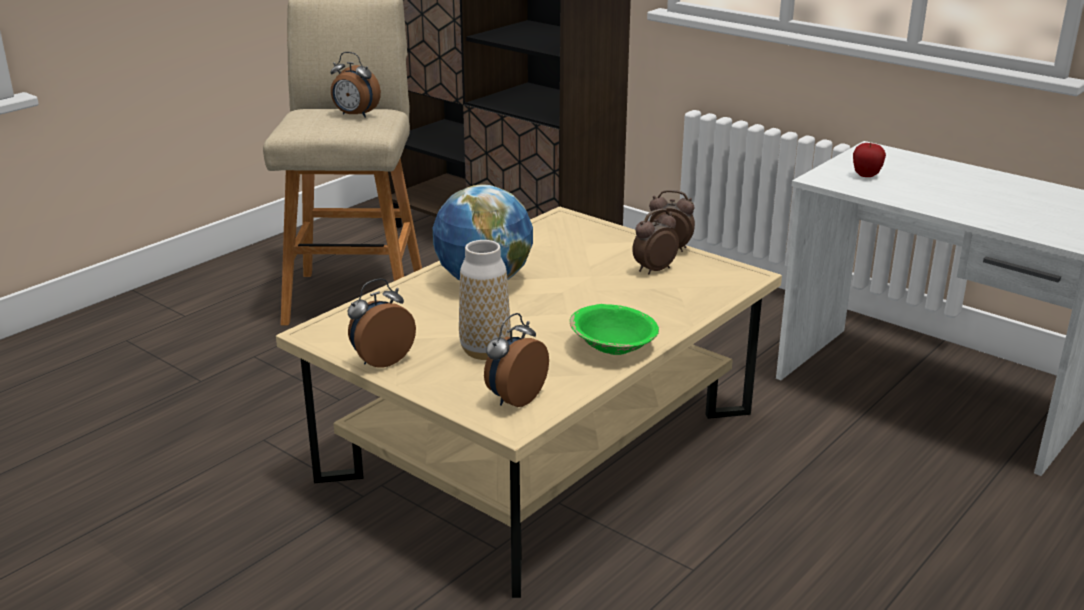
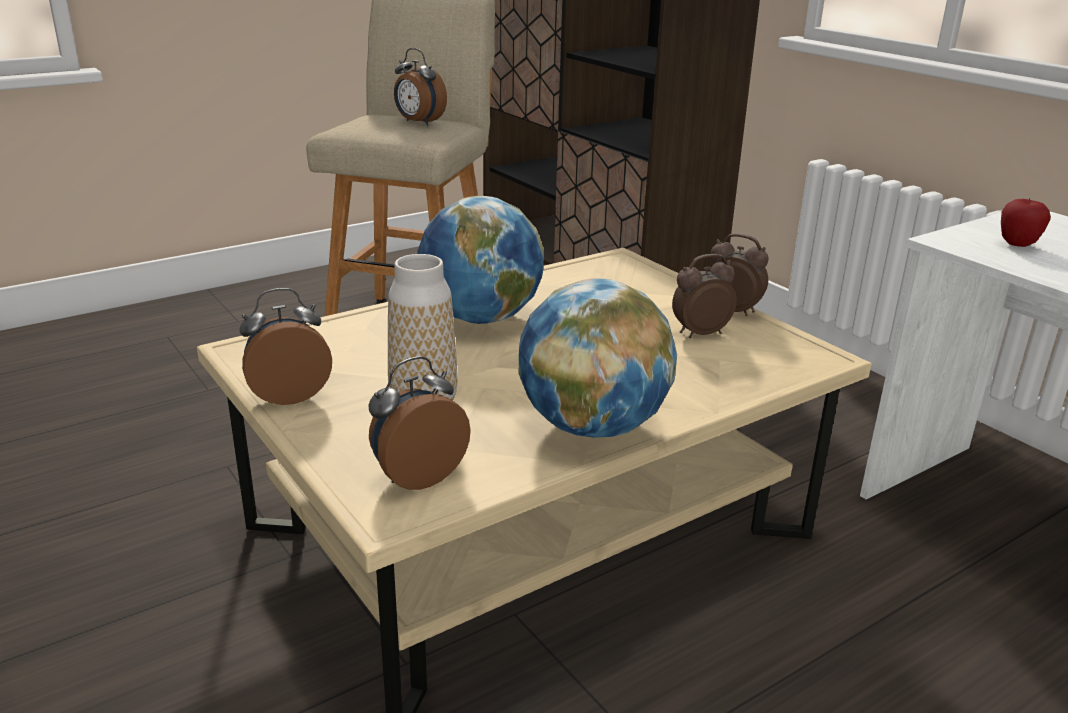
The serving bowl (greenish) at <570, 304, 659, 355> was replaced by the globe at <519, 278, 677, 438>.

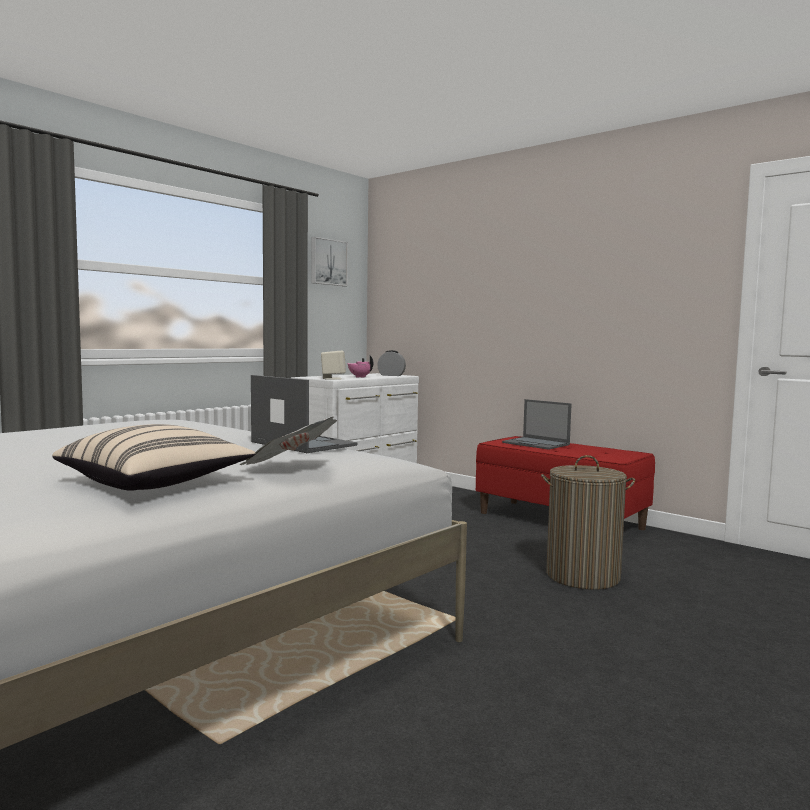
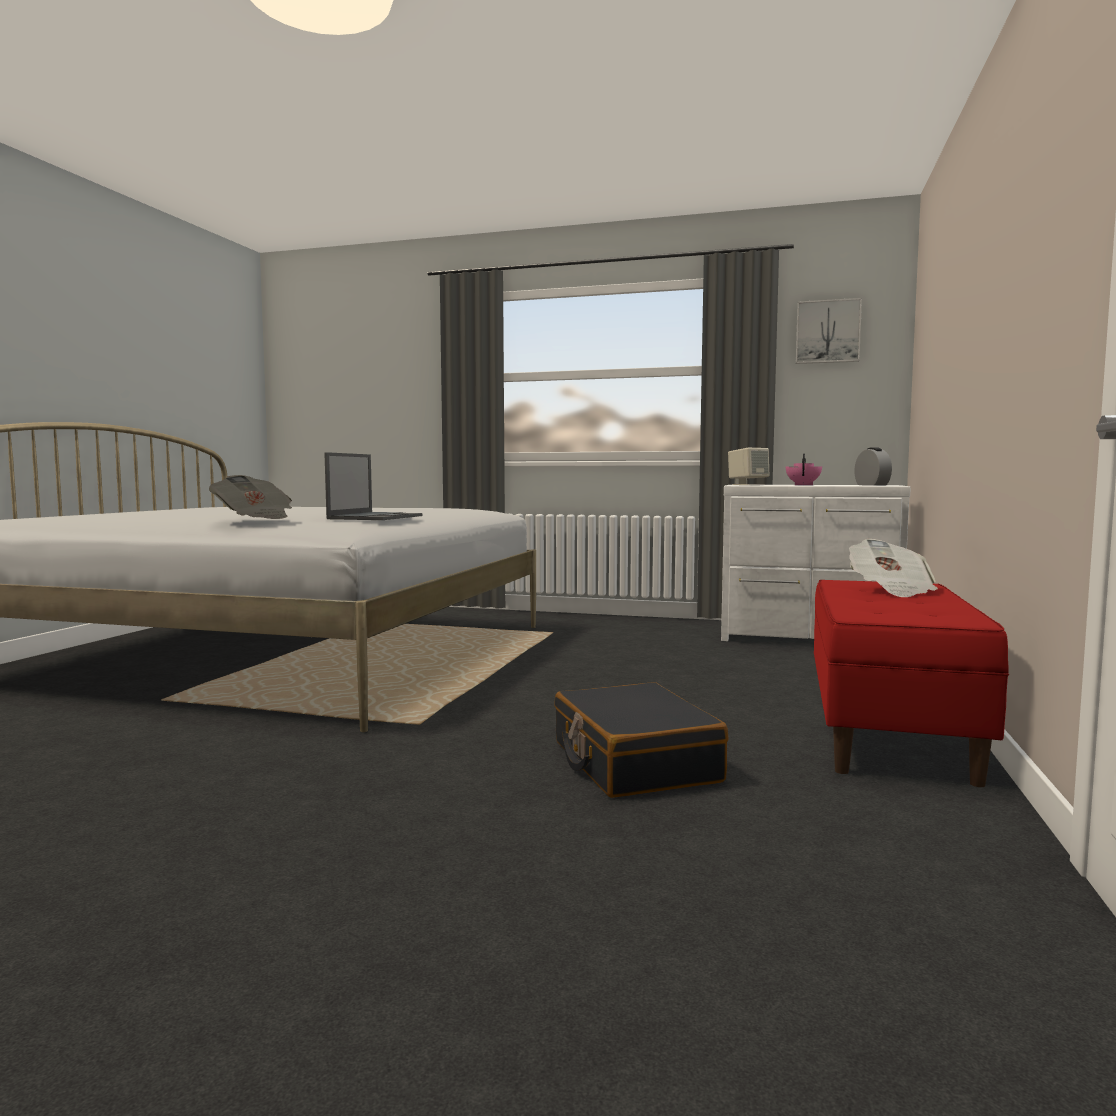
The cushion (beige) at <52, 424, 256, 491> disappeared.
The notebook computer at <502, 399, 572, 450> was replaced by the newspaper at <849, 539, 938, 597>.
The washing basket at <541, 455, 635, 589> was replaced by the piece of luggage (black) at <554, 682, 729, 798>.

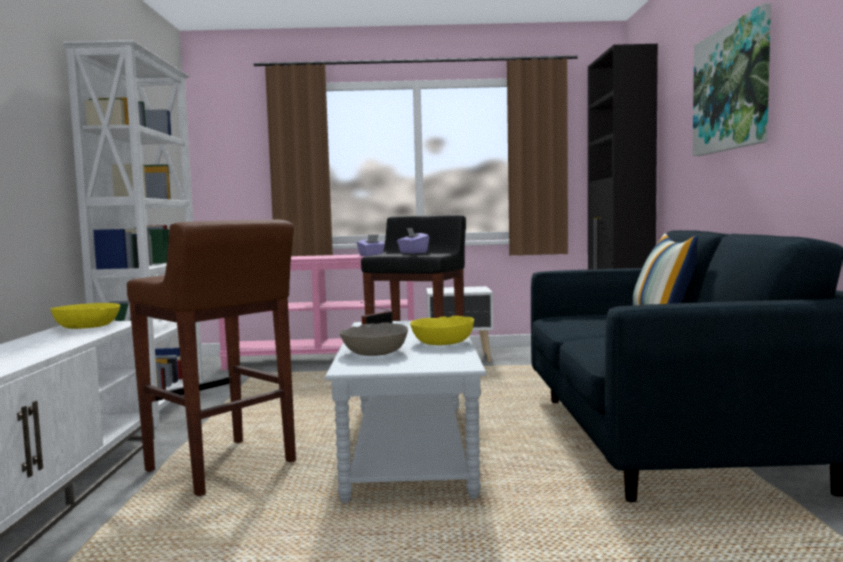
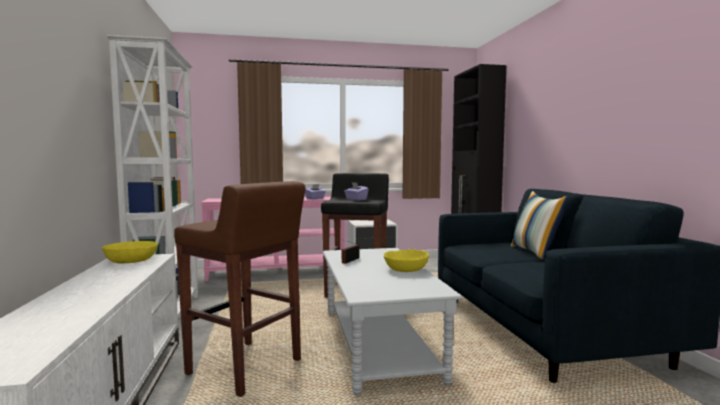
The serving bowl (grey) at <339, 323, 408, 356> disappeared.
The picture at <693, 3, 771, 156> disappeared.

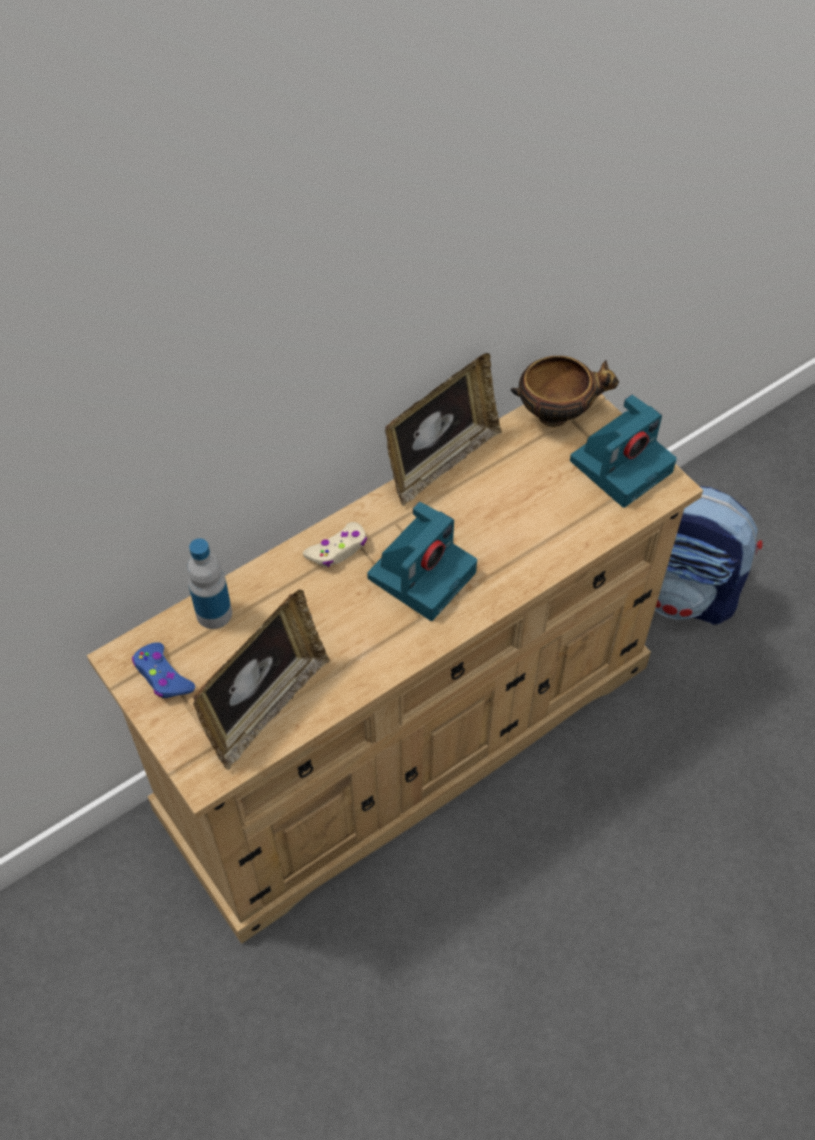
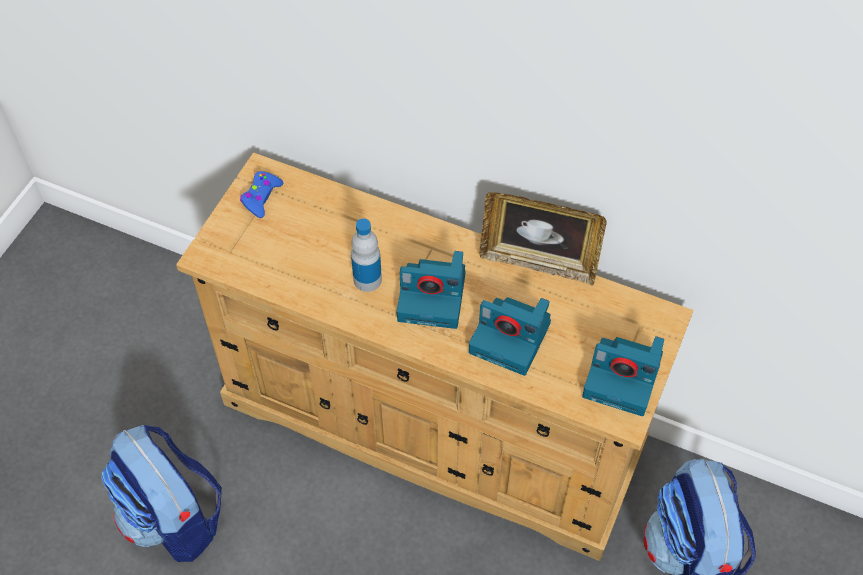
The standing frame at <193, 590, 330, 770> disappeared.
The joypad (beige) at <303, 522, 367, 567> disappeared.
The serving bowl at <511, 356, 619, 427> disappeared.
The backpack at <101, 425, 222, 562> appeared.
The still camera at <469, 297, 551, 376> appeared.
The bottle moved from <187, 538, 232, 629> to <351, 218, 382, 292>.

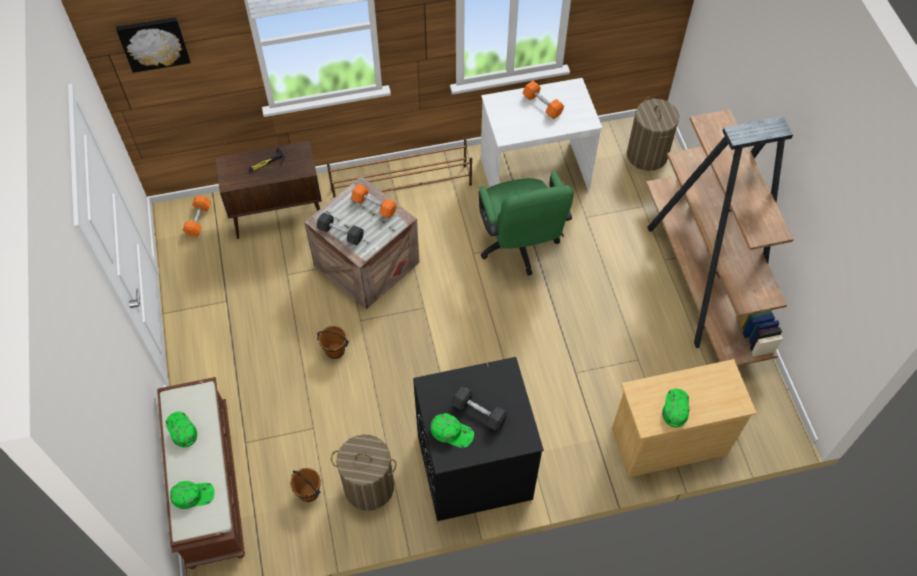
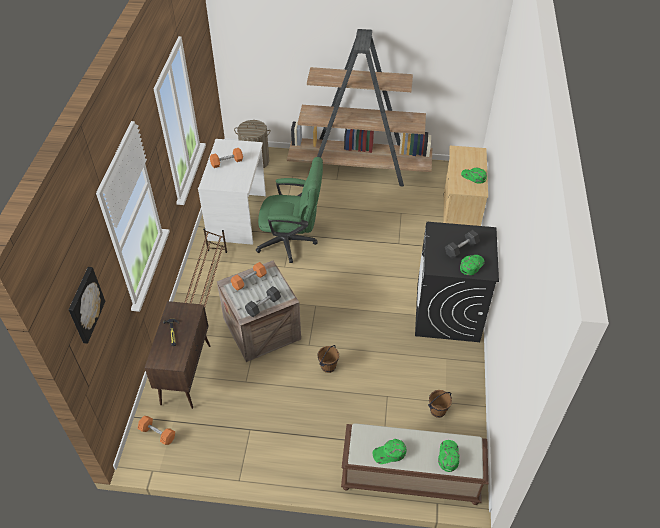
The washing basket at <331, 435, 397, 511> disappeared.

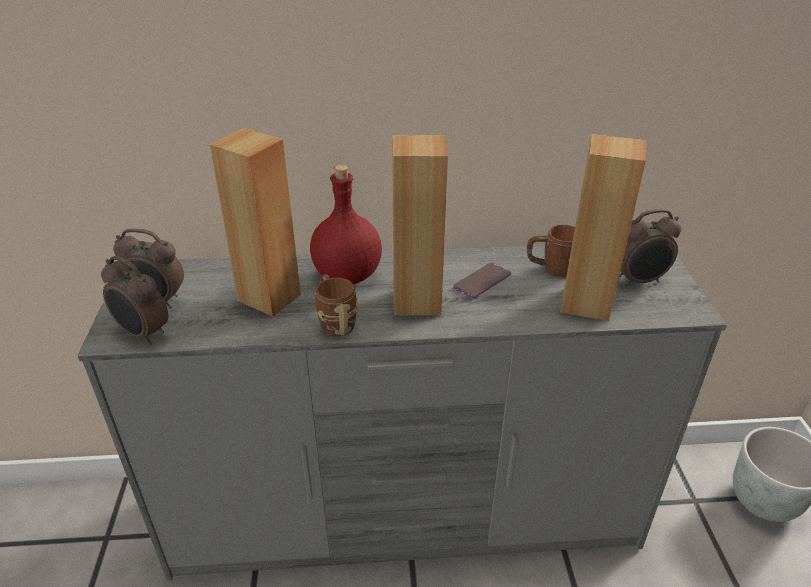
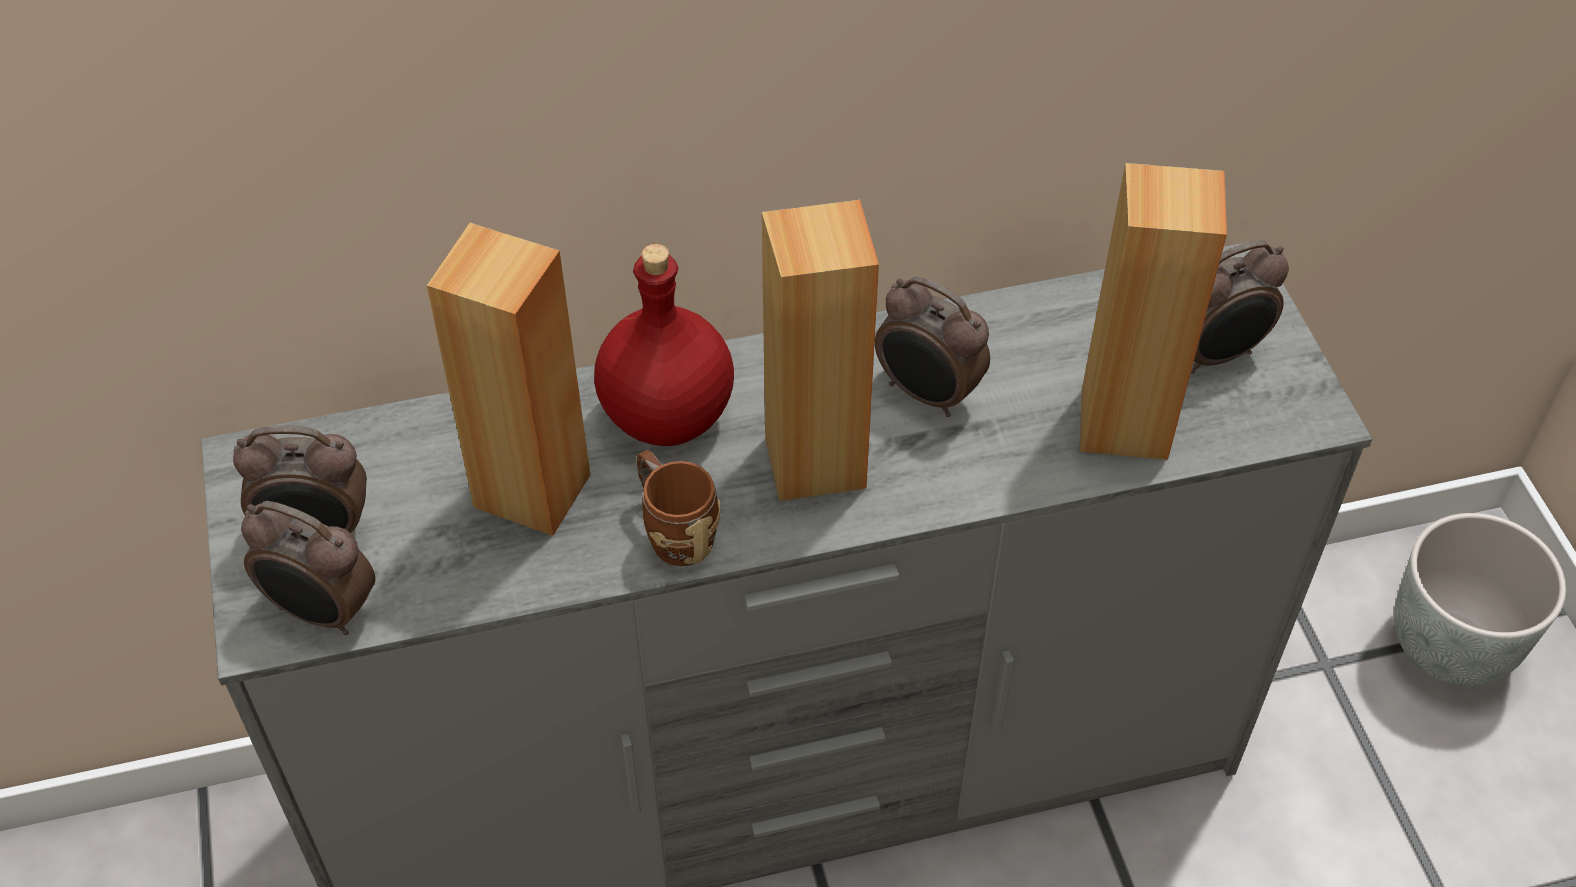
The coffee mug (brown) at <527, 225, 575, 277> disappeared.
The handset at <453, 262, 511, 298> was replaced by the bedside clock at <875, 277, 990, 417>.

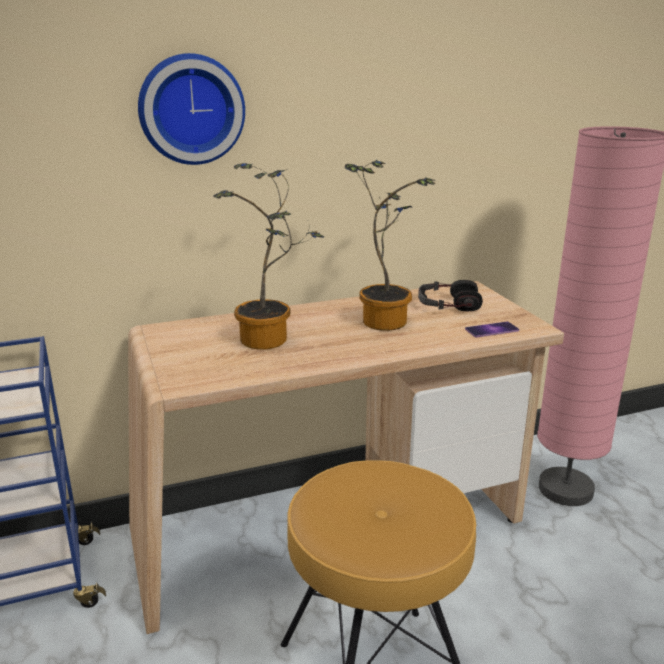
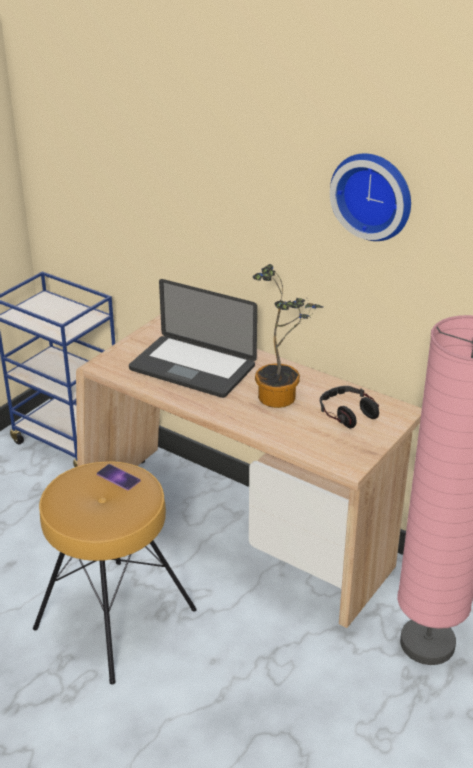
The clock on the wall moved from <138, 53, 245, 165> to <330, 154, 411, 241>.
The handset moved from <465, 321, 519, 338> to <97, 464, 141, 490>.
The houseplant at <214, 163, 324, 349> was replaced by the notebook computer at <129, 279, 257, 398>.

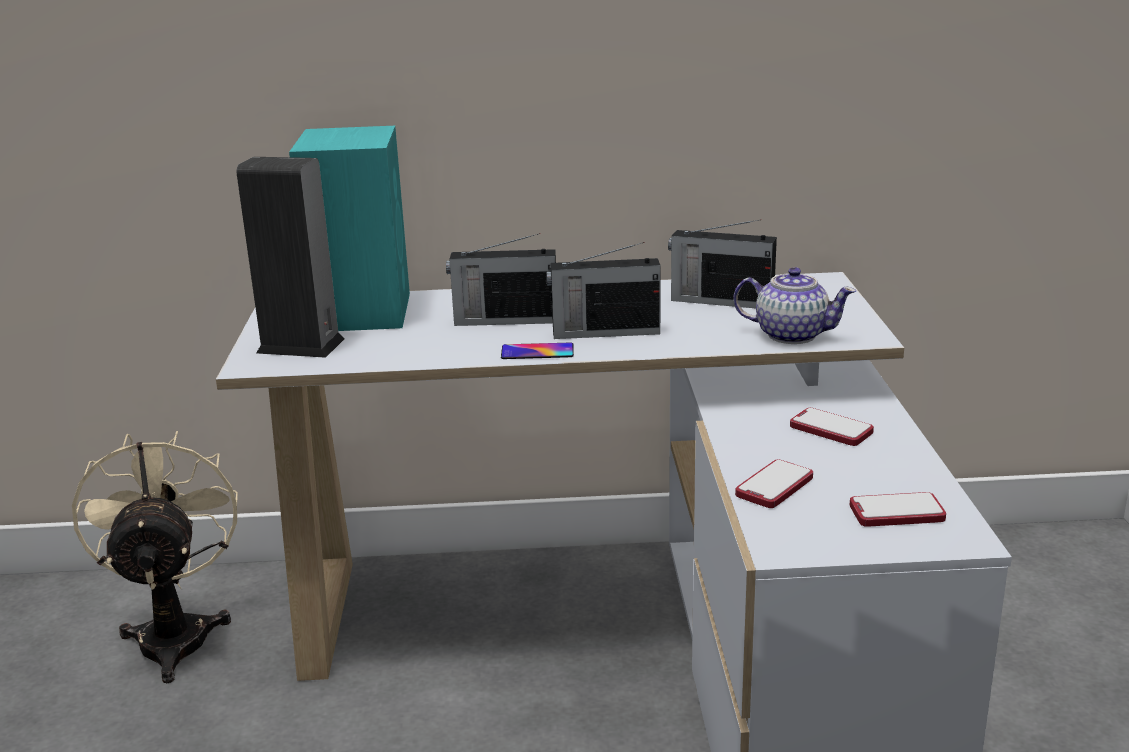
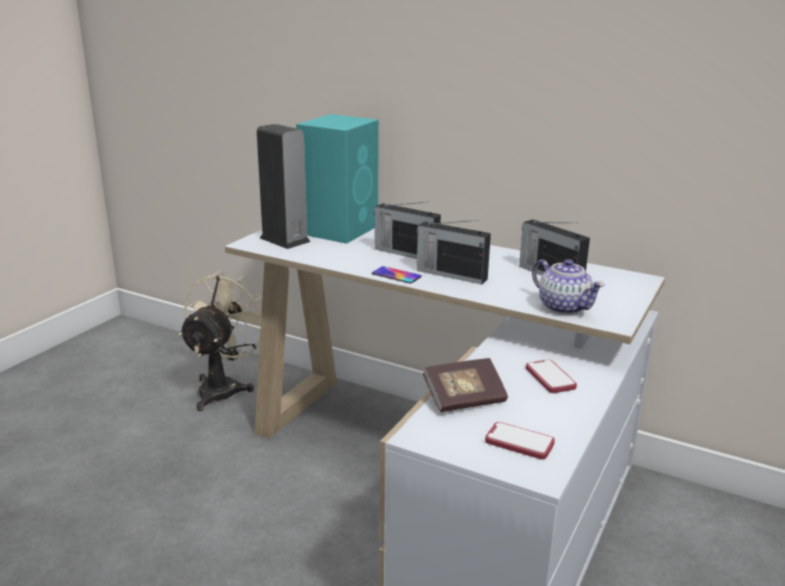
The handset at <735, 460, 813, 508> was replaced by the volume at <423, 358, 508, 412>.

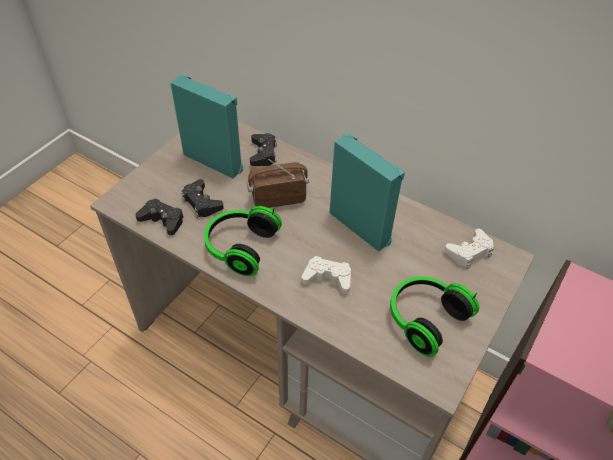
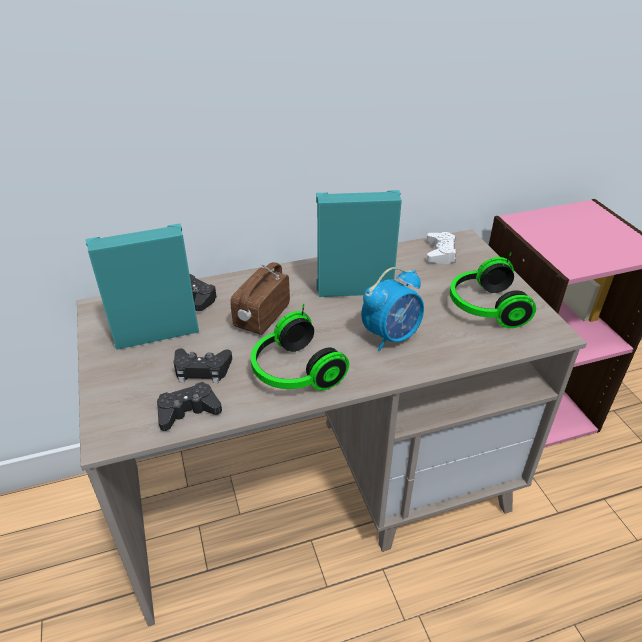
The joypad (white) at <302, 256, 351, 293> was replaced by the bedside clock at <361, 267, 424, 352>.

